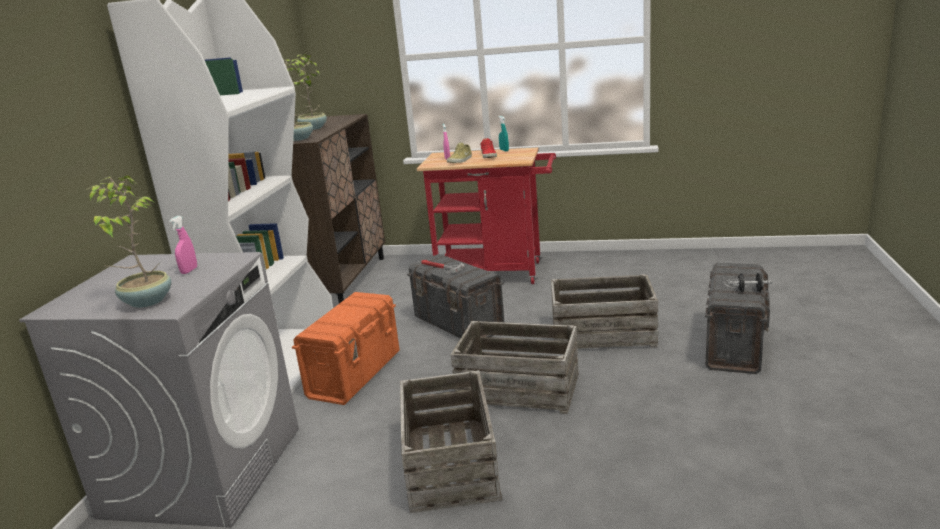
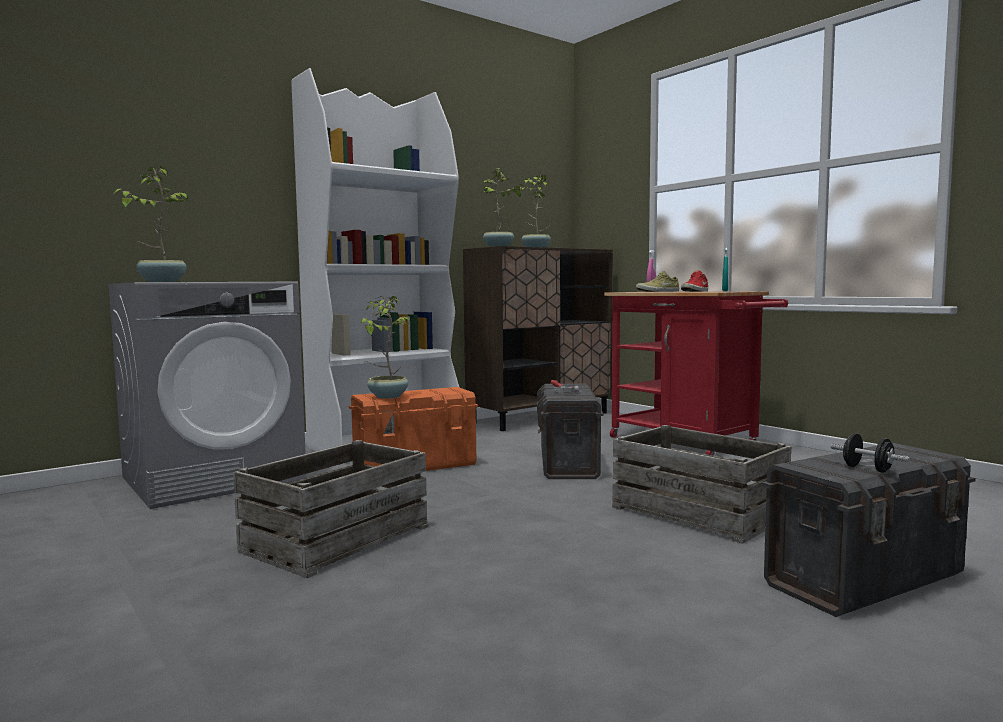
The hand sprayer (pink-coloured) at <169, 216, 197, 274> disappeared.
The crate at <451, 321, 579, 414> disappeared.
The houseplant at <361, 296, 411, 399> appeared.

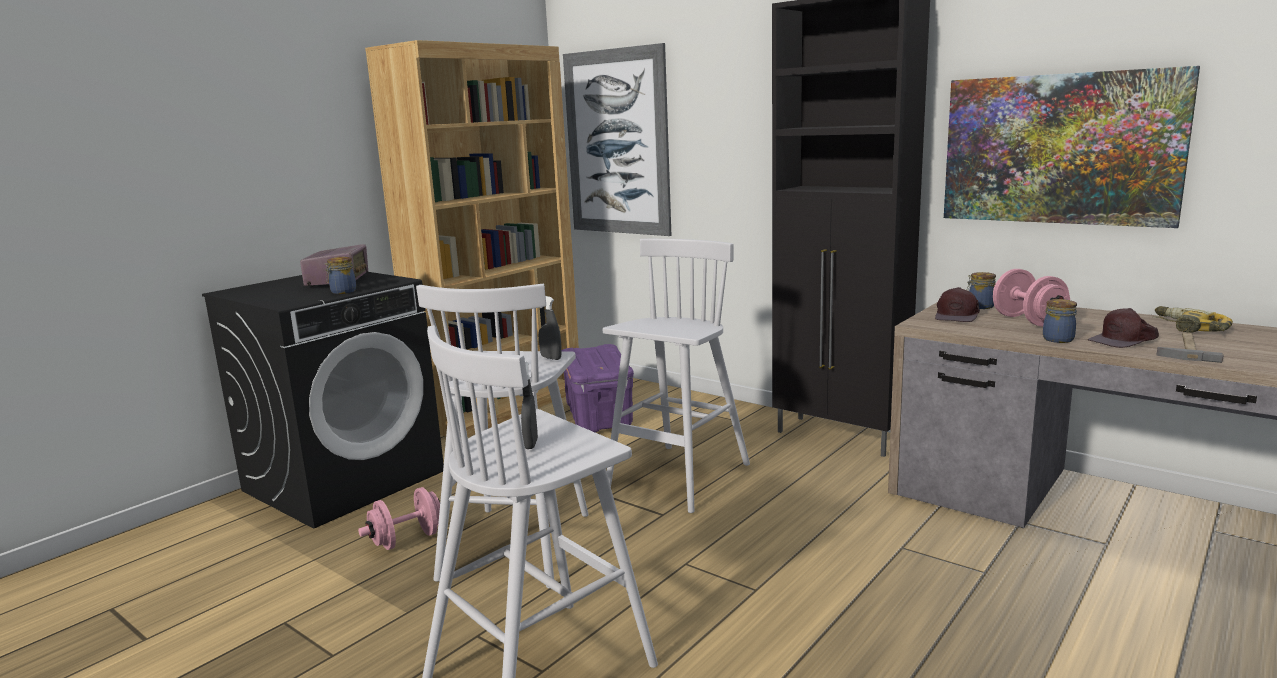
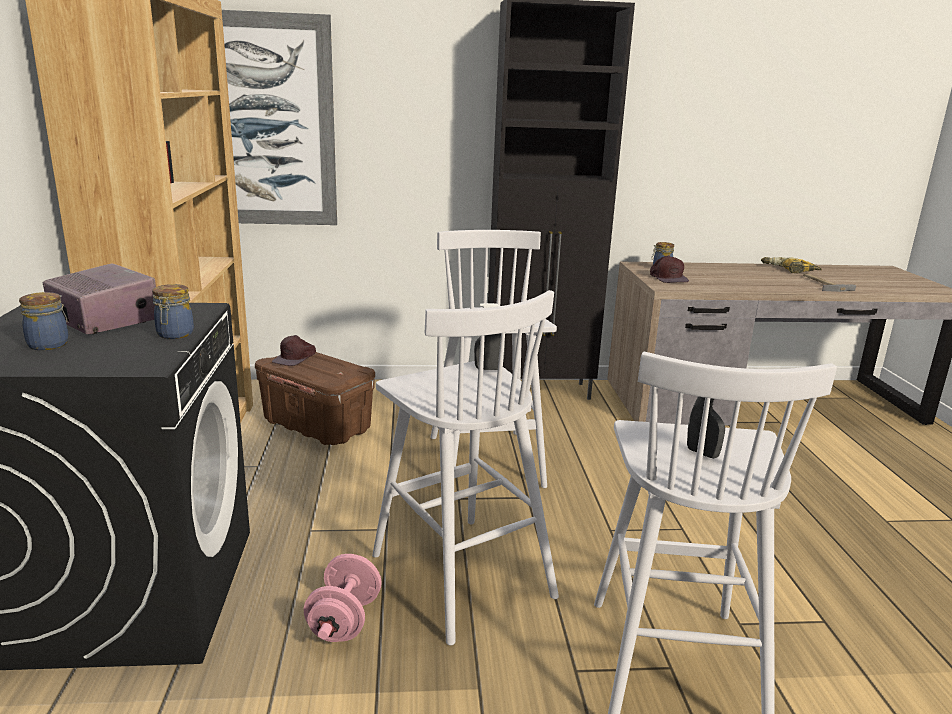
The picture at <944, 66, 1200, 228> disappeared.
The dumbbell (pink-coloured) at <993, 269, 1070, 327> disappeared.
The preserve jar moved from <1043, 299, 1077, 343> to <19, 292, 69, 350>.
The baseball cap (brown) moved from <1088, 308, 1159, 348> to <272, 335, 316, 366>.
The storage bin (purple) at <562, 344, 634, 432> became the storage bin (brown) at <255, 352, 375, 445>.

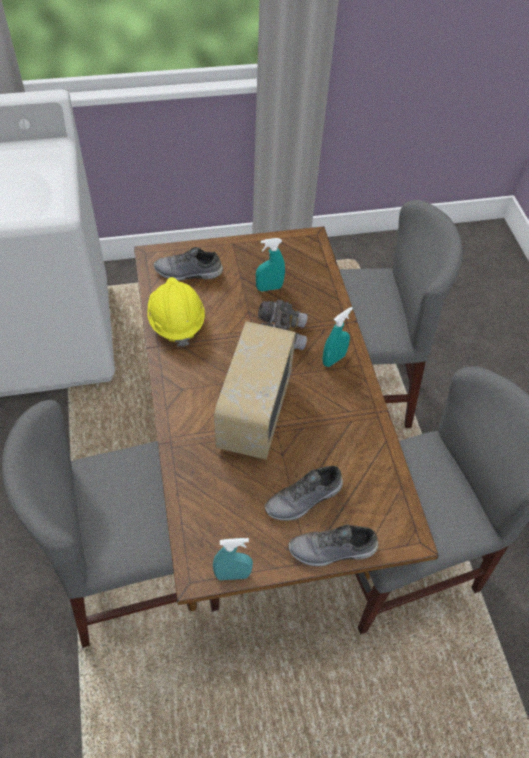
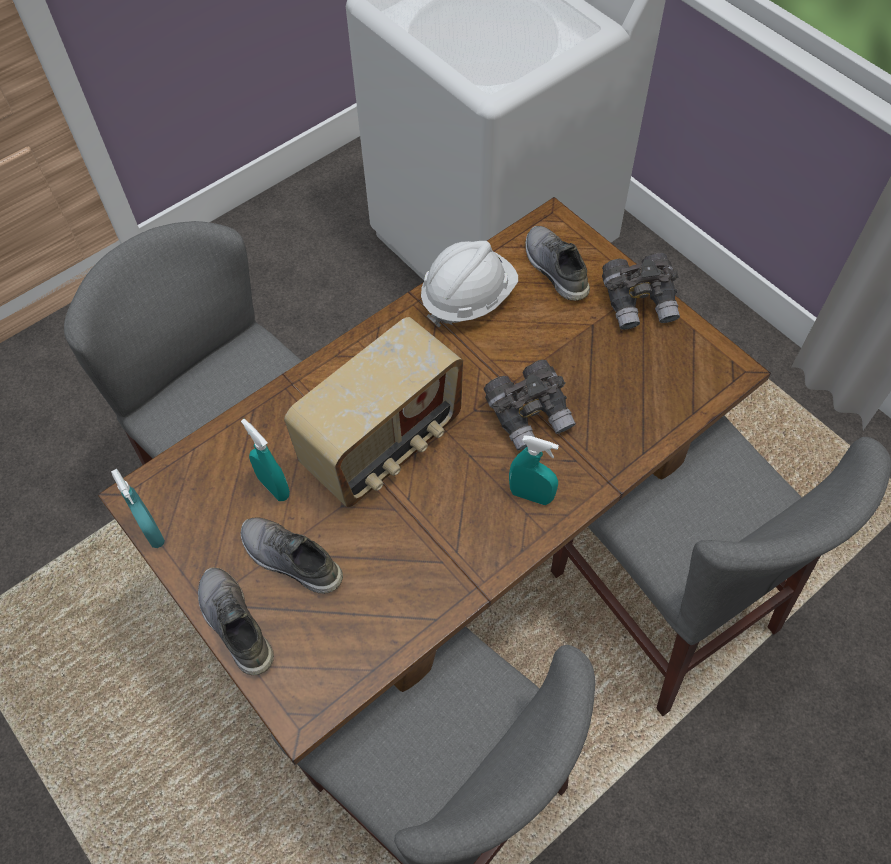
The binoculars (grey) at <602, 252, 680, 330> appeared.
The hand sprayer (turquoise) moved from <256, 238, 285, 291> to <241, 419, 290, 501>.
The work helmet (yellowish) at <147, 277, 205, 347> became the work helmet (white) at <421, 241, 518, 327>.
The radio set at <214, 321, 296, 460> turned 150 degrees clockwise.

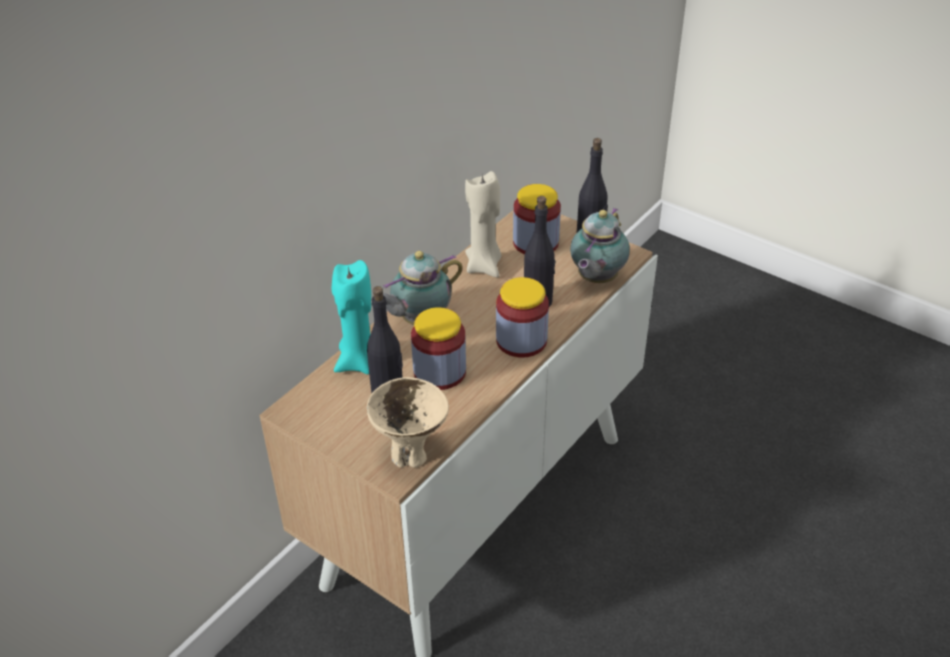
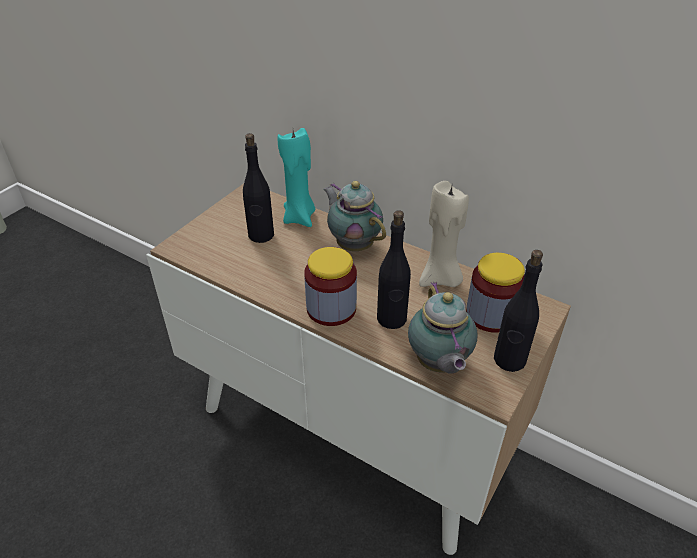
The serving bowl (beige) at <367, 377, 449, 468> disappeared.
The preserve jar at <411, 307, 466, 390> disappeared.
The teapot at <570, 208, 630, 283> turned 120 degrees counterclockwise.

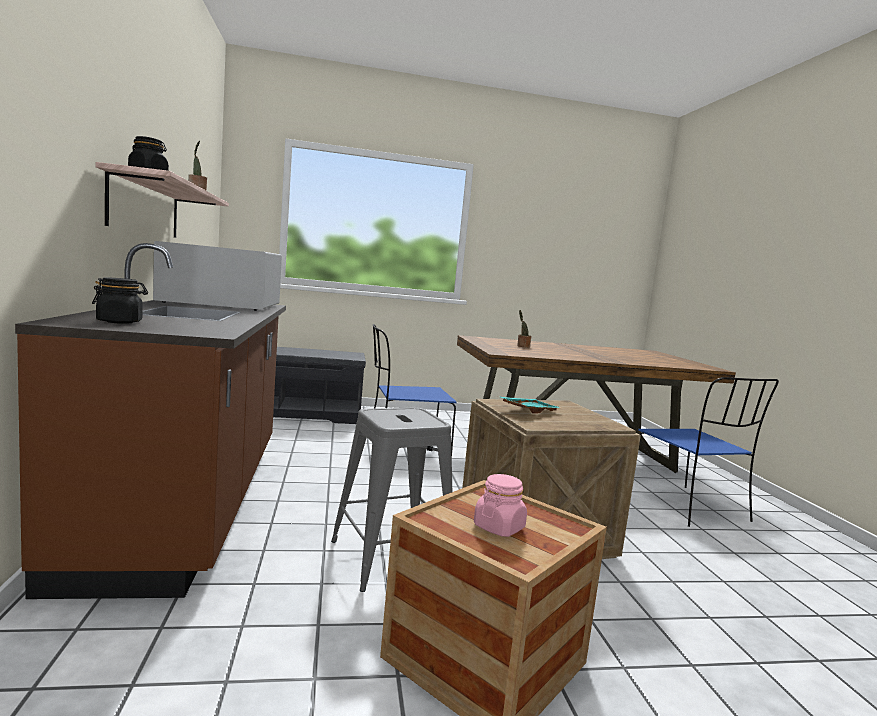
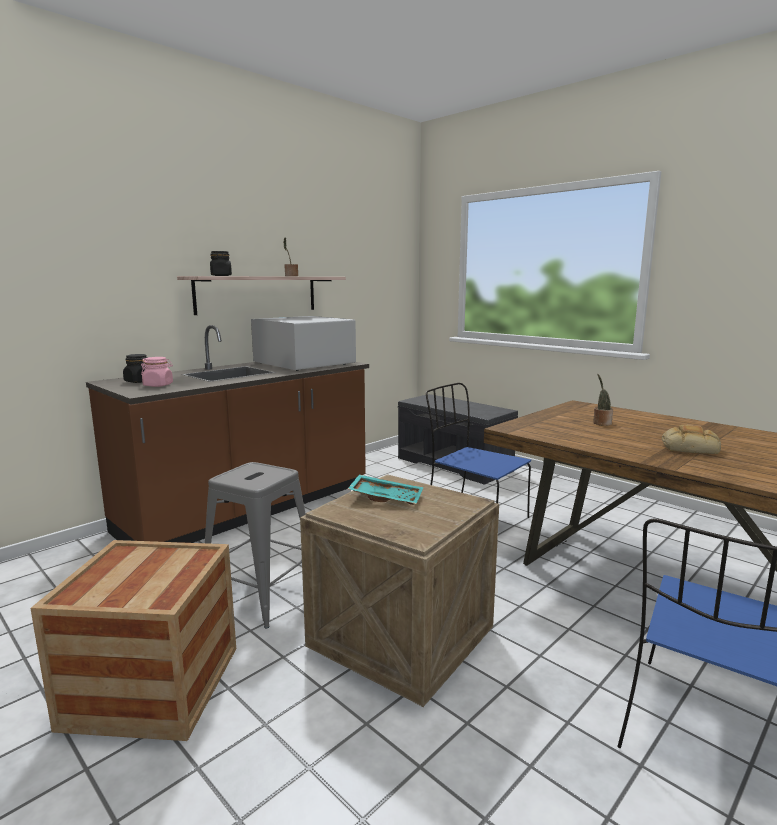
The bread at <662, 424, 721, 454> appeared.
The preserve jar (pink-coloured) moved from <474, 474, 527, 537> to <141, 357, 173, 387>.

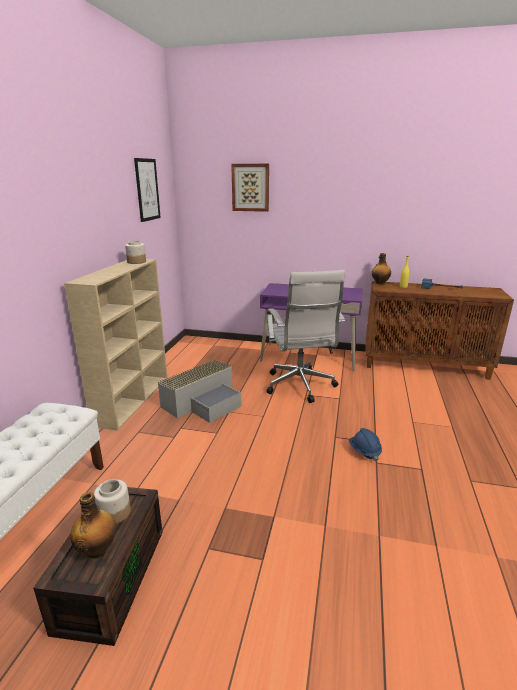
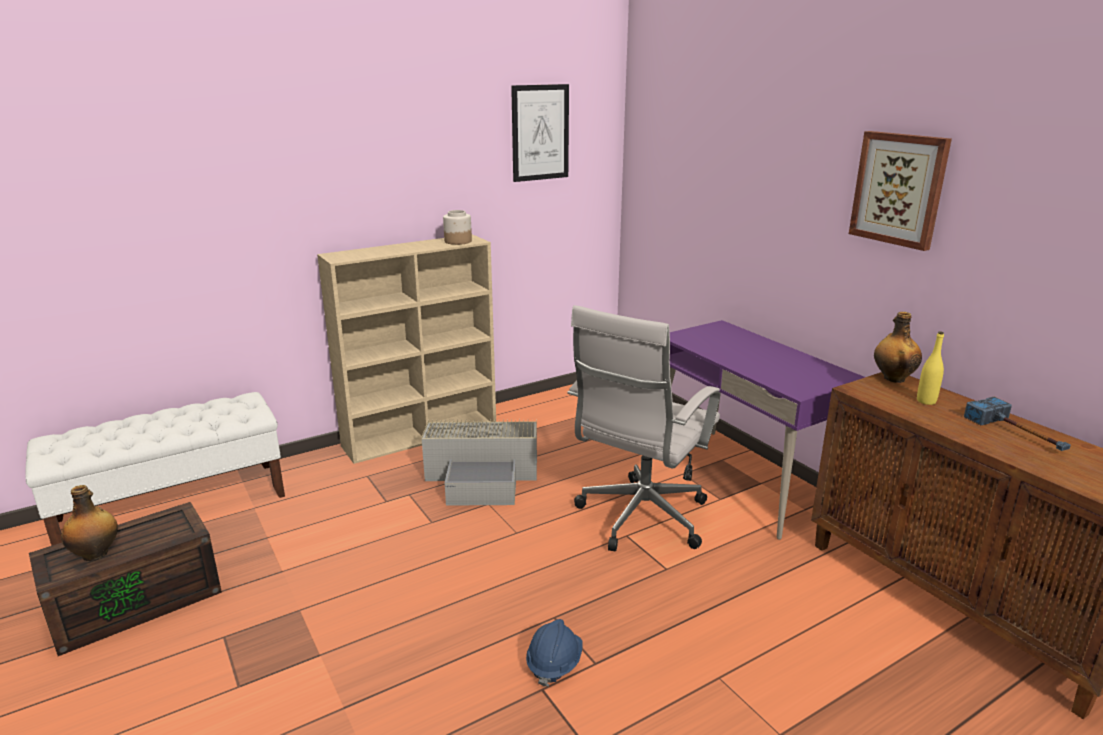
The preserve jar at <94, 479, 131, 524> disappeared.
The picture moved from <231, 164, 269, 212> to <849, 131, 952, 251>.

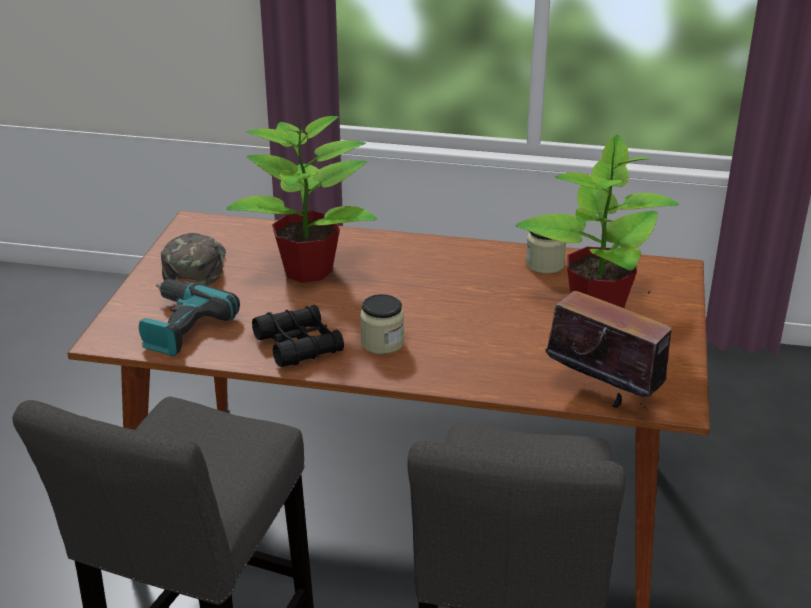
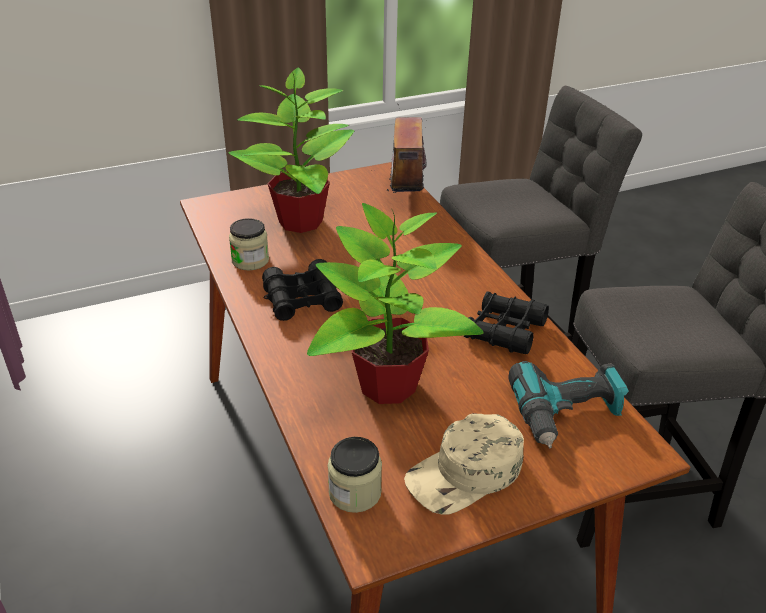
The binoculars (black) at <262, 259, 343, 321> appeared.
The preserve jar moved from <360, 294, 404, 354> to <328, 437, 382, 513>.
The baseball cap (greenish) at <161, 233, 226, 286> became the baseball cap (beige) at <404, 413, 524, 514>.

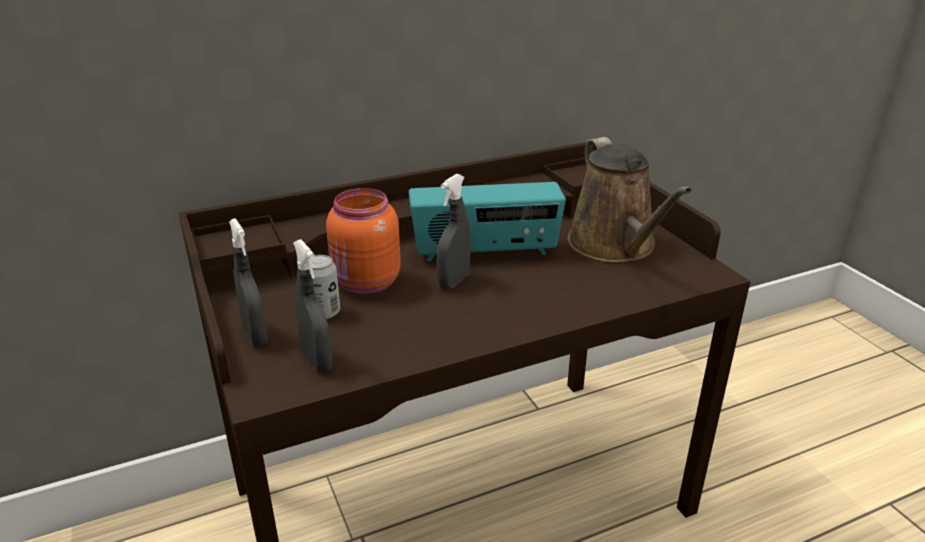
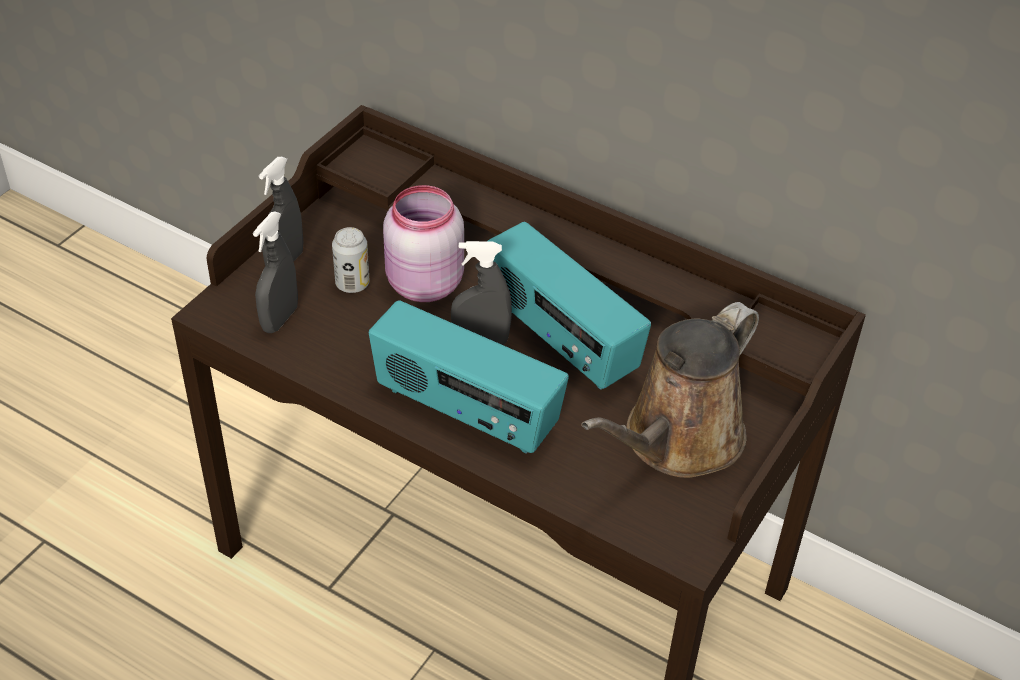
The radio set at <369, 300, 569, 454> appeared.
The preserve jar (orange) at <326, 188, 401, 294> became the preserve jar (pink-coloured) at <383, 185, 464, 302>.

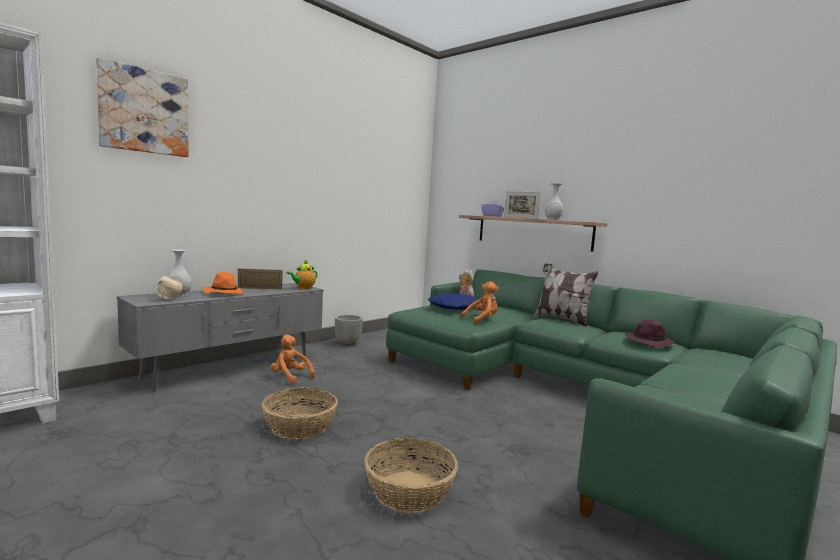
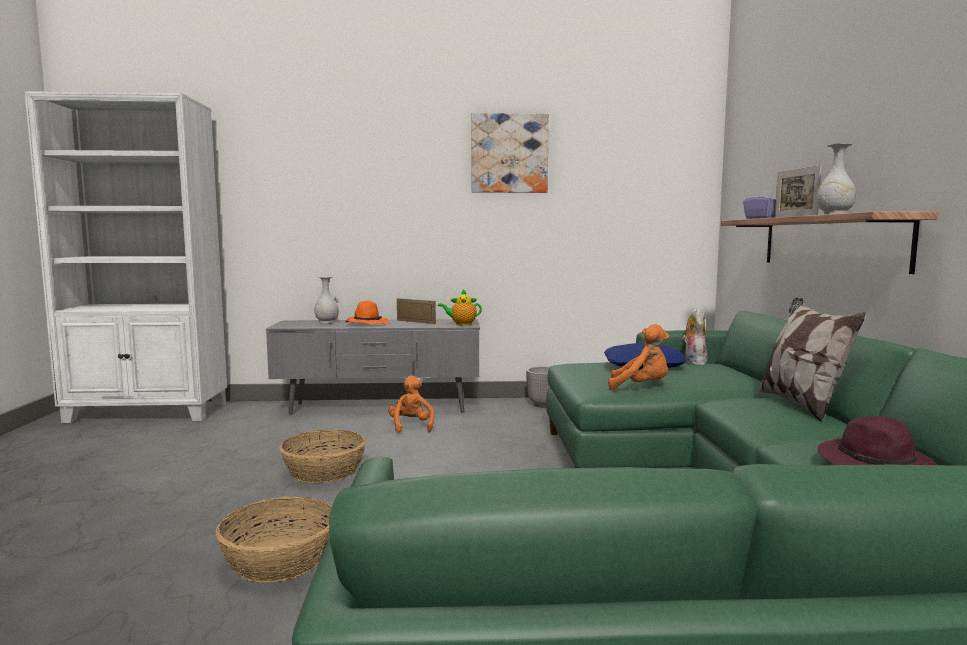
The serving bowl (beige) at <157, 276, 183, 300> disappeared.
The picture moved from <96, 57, 189, 157> to <471, 113, 549, 193>.

